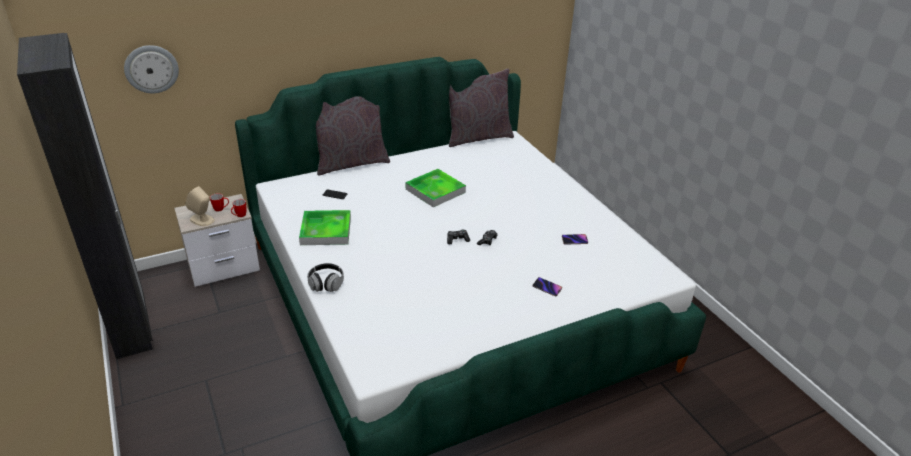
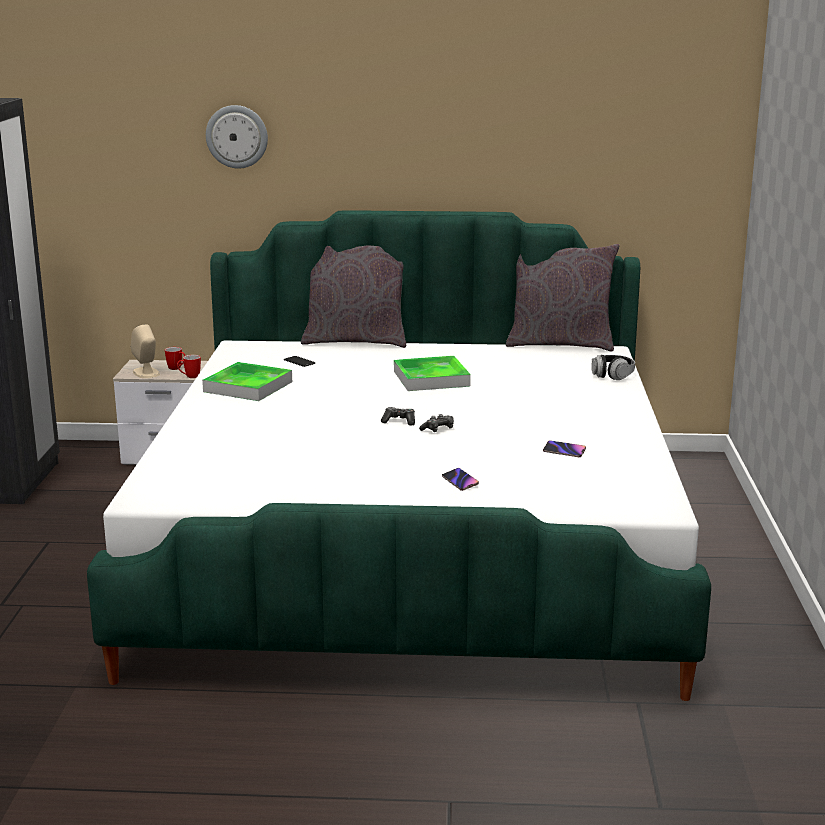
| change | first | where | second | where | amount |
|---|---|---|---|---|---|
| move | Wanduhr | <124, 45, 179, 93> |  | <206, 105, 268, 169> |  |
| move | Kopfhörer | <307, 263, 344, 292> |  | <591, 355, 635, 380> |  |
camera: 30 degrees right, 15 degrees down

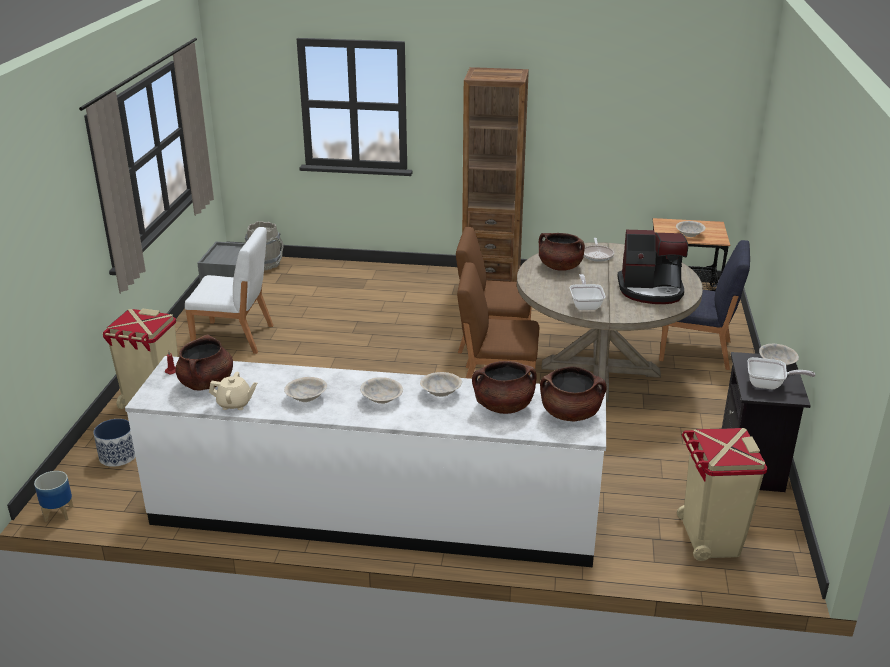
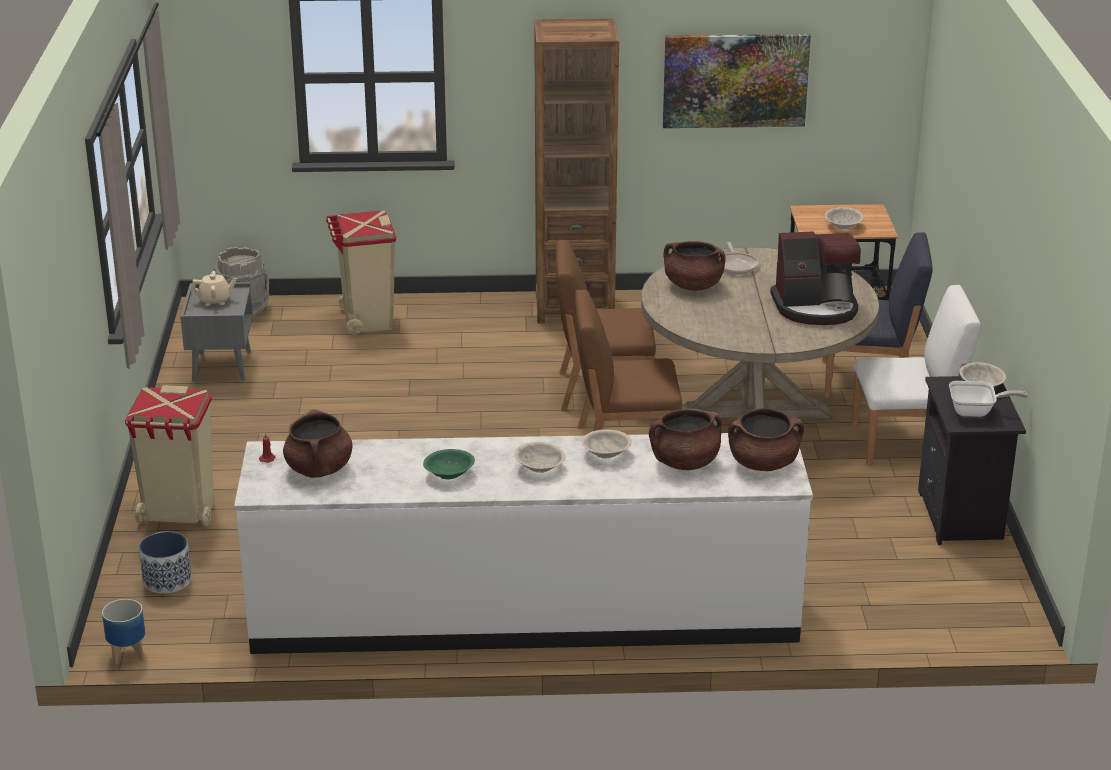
| change | first | where | second | where | amount |
|---|---|---|---|---|---|
| move | Stuhl/weiß | <185, 227, 273, 354> |  | <852, 285, 981, 466> |  |
| move | Teekanne/beige | <209, 372, 257, 410> |  | <191, 271, 237, 306> |  |
| recolor | Schüssel/beige | <284, 377, 327, 402> | Schüssel/grün | <423, 449, 475, 479> |  |
| delete | Pfanne | <570, 274, 606, 310> |  |  |  |
| move | Mülleimer/beige | <677, 428, 767, 561> |  | <326, 211, 396, 335> |  |
| insert |  |  | Bild | <663, 34, 811, 128> |  |
camera: 10 degrees left, 0 degrees up

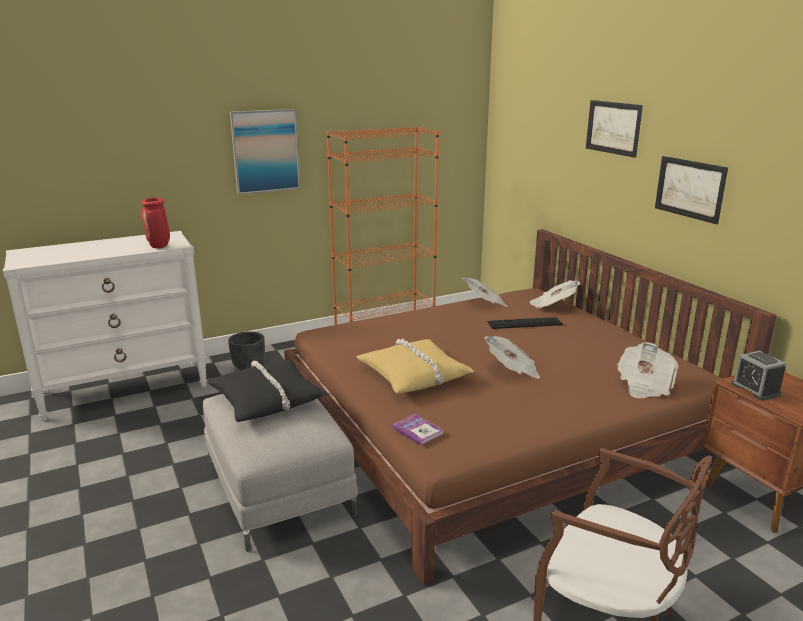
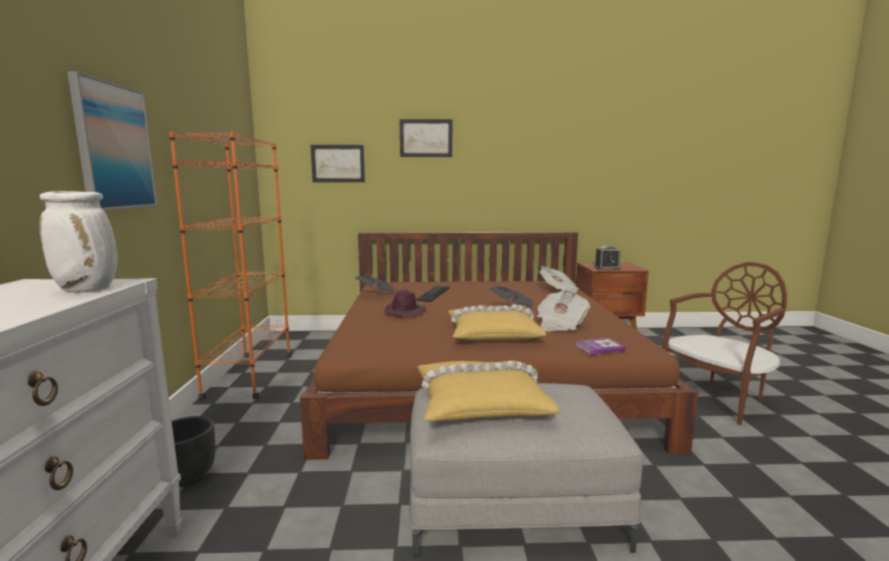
| change | first | where | second | where | amount |
|---|---|---|---|---|---|
| recolor | Vase/rot | <141, 198, 170, 248> | Vase/weiß | <39, 191, 118, 291> |  |
| recolor | Kissen/schwarz | <207, 360, 327, 422> | Kissen/gelb | <418, 360, 560, 421> |  |
| move | Zeitung | <529, 280, 580, 309> |  | <537, 290, 590, 332> |  |
| move | Bild | <655, 156, 728, 224> |  | <311, 145, 365, 182> |  |
| insert |  |  | Hut/lila | <383, 290, 426, 316> |  |
camera: 65 degrees left, 10 degrees down

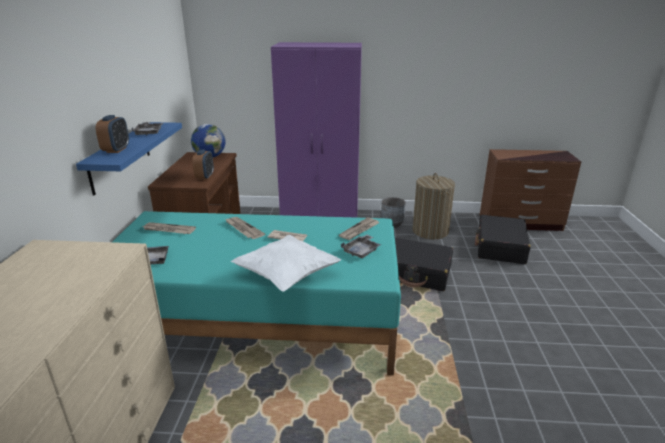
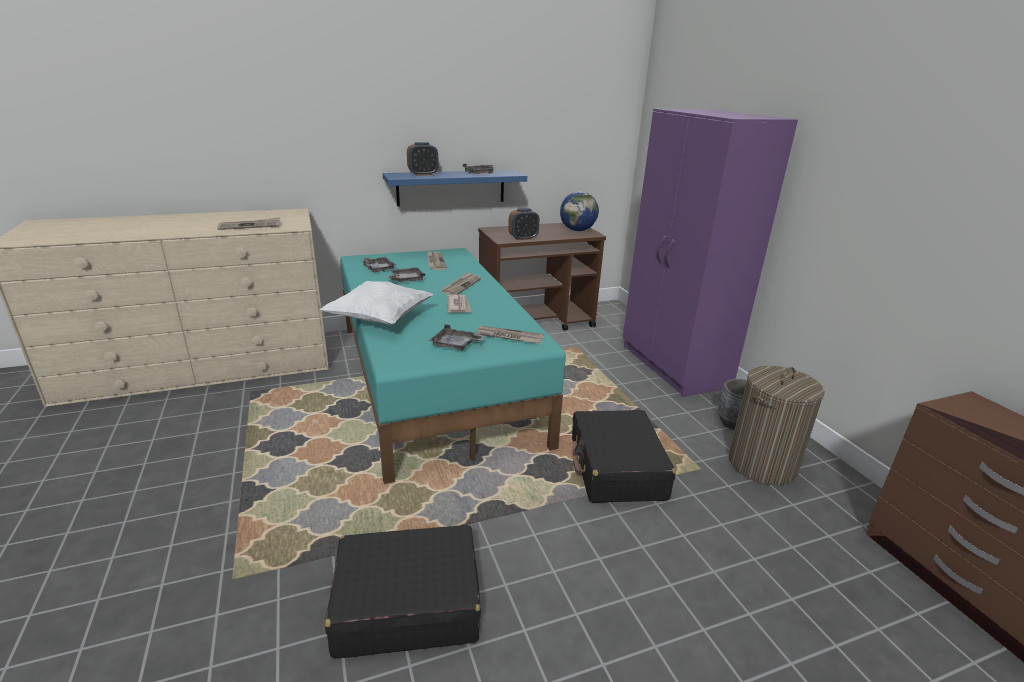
| change | first | where | second | where | amount |
|---|---|---|---|---|---|
| move | Koffer/schwarz | <475, 215, 531, 264> |  | <325, 525, 481, 659> |  |
| insert |  |  | Zeitung | <217, 217, 280, 230> |  |
| insert |  |  | Tablett/grau | <386, 267, 425, 282> |  |
camera: 65 degrees right, 0 degrees up

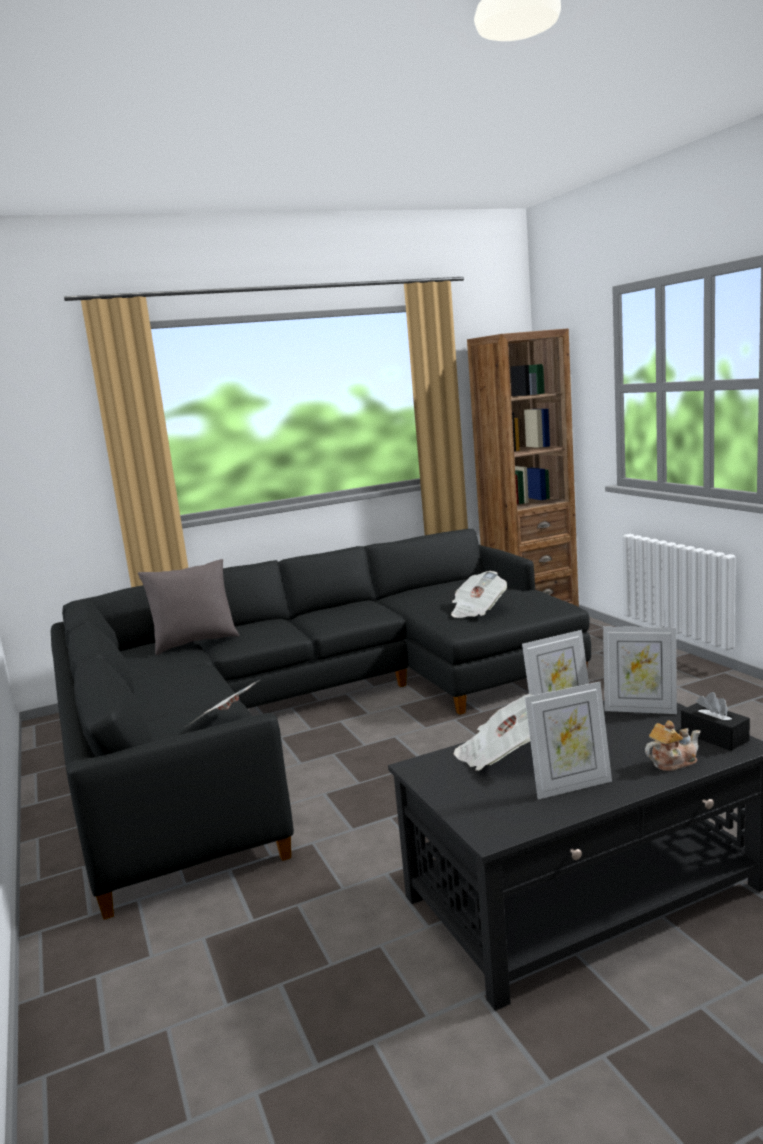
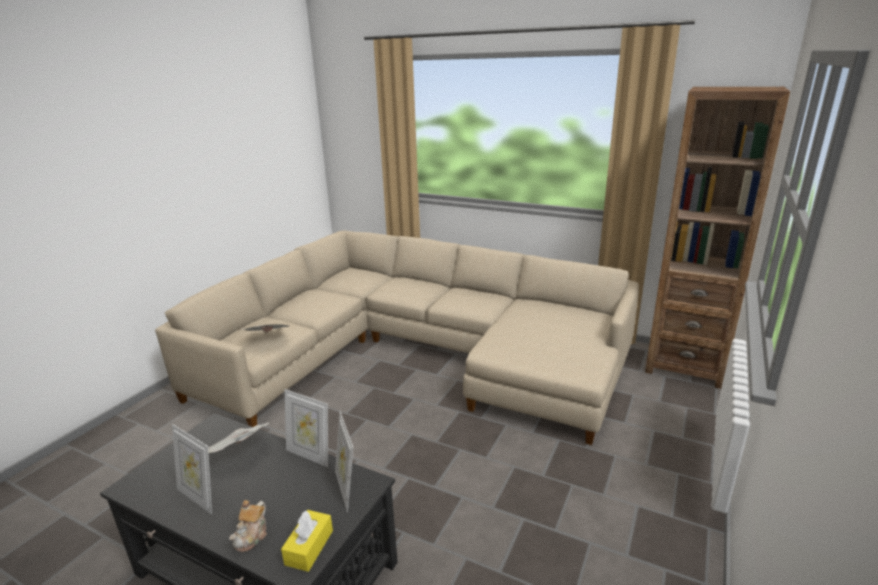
| change | first | where | second | where | amount |
|---|---|---|---|---|---|
| recolor | Sofa/schwarz | <51, 529, 591, 920> | Sofa/beige | <155, 230, 639, 445> |  |
| delete | Kissen/grau | <138, 559, 240, 655> |  |  |  |
| delete | Zeitung | <451, 571, 507, 618> |  |  |  |
| rotate | Teekanne | <645, 721, 700, 771> |  | <229, 500, 267, 552> | 75 degrees clockwise |
| recolor | Taschentuchbox/schwarz | <681, 692, 750, 751> | Taschentuchbox/gelb | <281, 510, 333, 572> |  |
camera: 50 degrees right, 10 degrees up

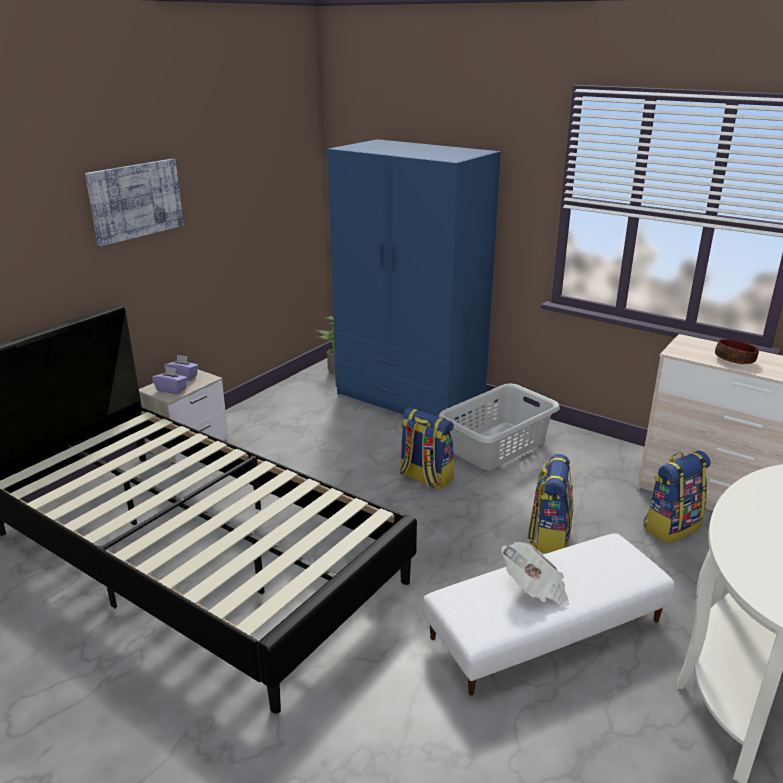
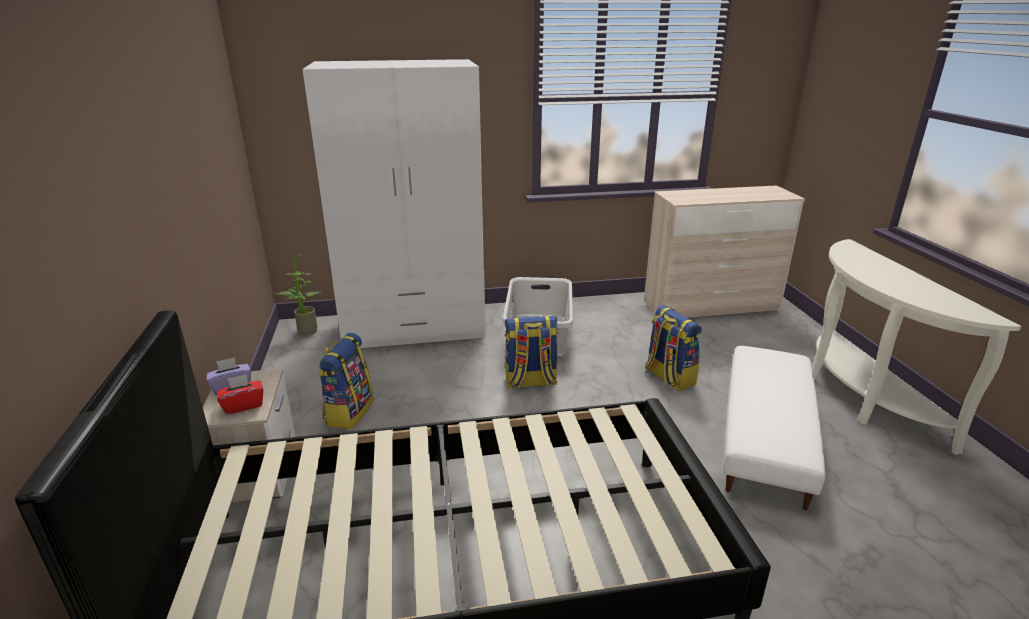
| change | first | where | second | where | amount |
|---|---|---|---|---|---|
| delete | Bild | <85, 159, 184, 246> |  |  |  |
| recolor | Taschentuchbox/lila | <152, 367, 188, 394> | Taschentuchbox/rot | <217, 374, 263, 414> |  |
| recolor | Kleiderschrank/blau | <327, 139, 501, 422> | Kleiderschrank/weiß | <303, 59, 486, 348> |  |
| delete | Zeitung | <501, 542, 569, 606> |  |  |  |
| move | Rucksack | <643, 451, 711, 544> |  | <318, 333, 374, 429> |  |
| delete | Schüssel | <715, 339, 759, 364> |  |  |  |
camera: 45 degrees left, 0 degrees up

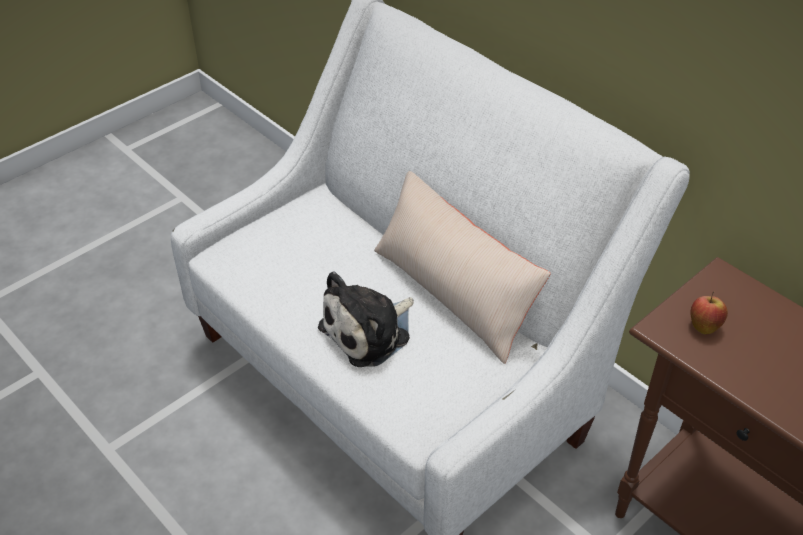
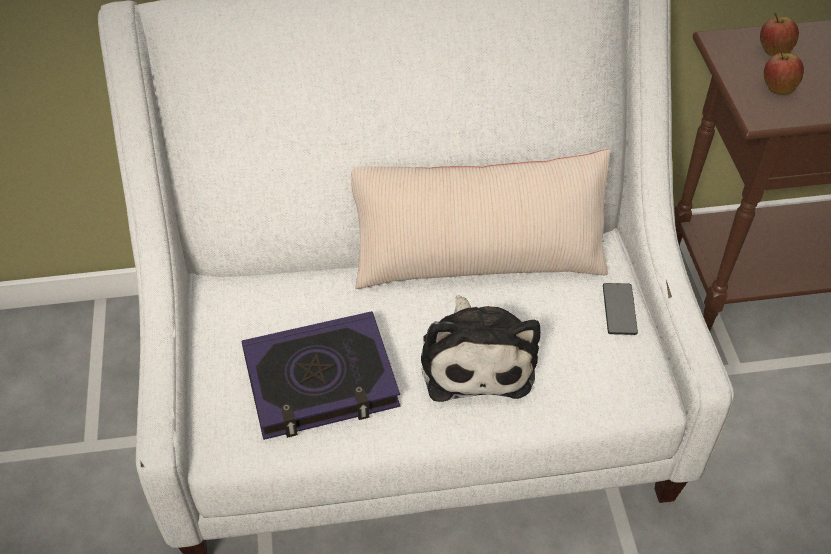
| change | first | where | second | where | amount |
|---|---|---|---|---|---|
| insert |  |  | Buch | <242, 311, 400, 440> |  |
| insert |  |  | Handy | <603, 283, 638, 335> |  |
| insert |  |  | Apfel | <760, 13, 799, 56> |  |
camera: 55 degrees left, 5 degrees up

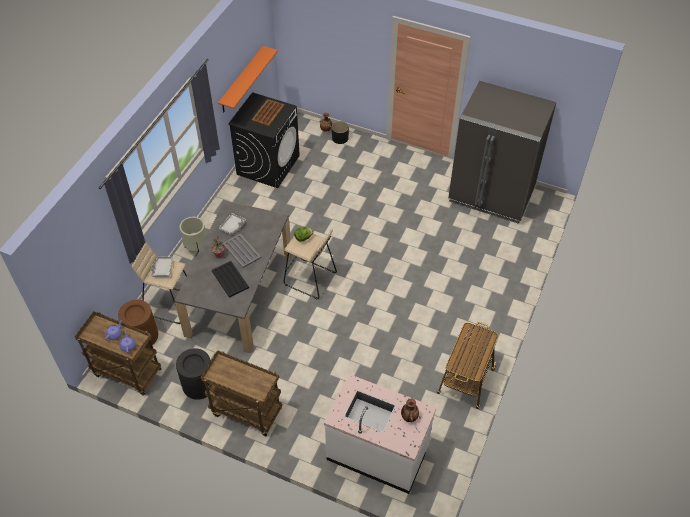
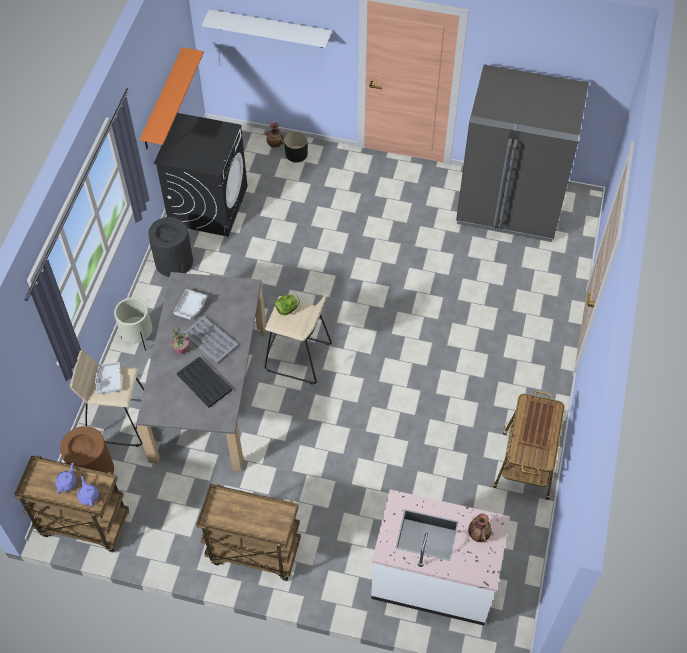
| change | first | where | second | where | amount |
|---|---|---|---|---|---|
| move | Mülleimer/schwarz | <176, 348, 211, 400> |  | <148, 217, 193, 277> |  |
| move | Tablett/braun | <252, 99, 285, 127> |  | <519, 398, 557, 451> |  |
| insert |  |  | Wandregal/weiß | <202, 9, 331, 48> |  |
camera: 10 degrees left, 5 degrees up

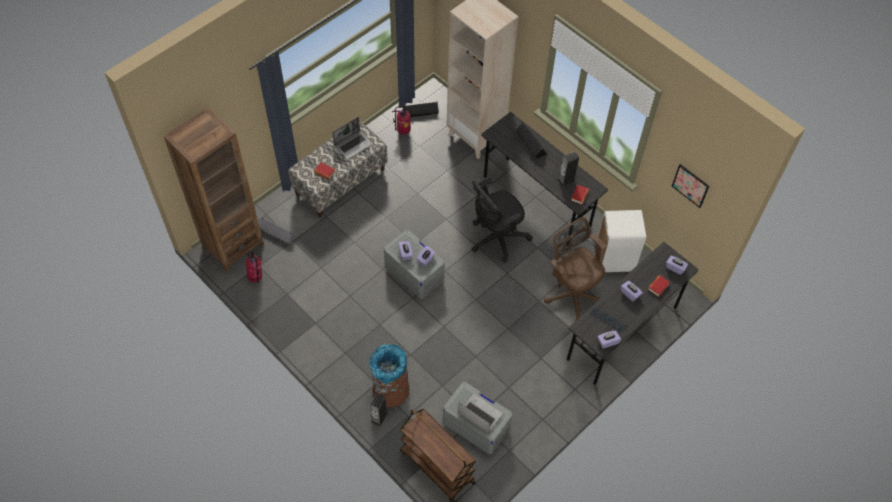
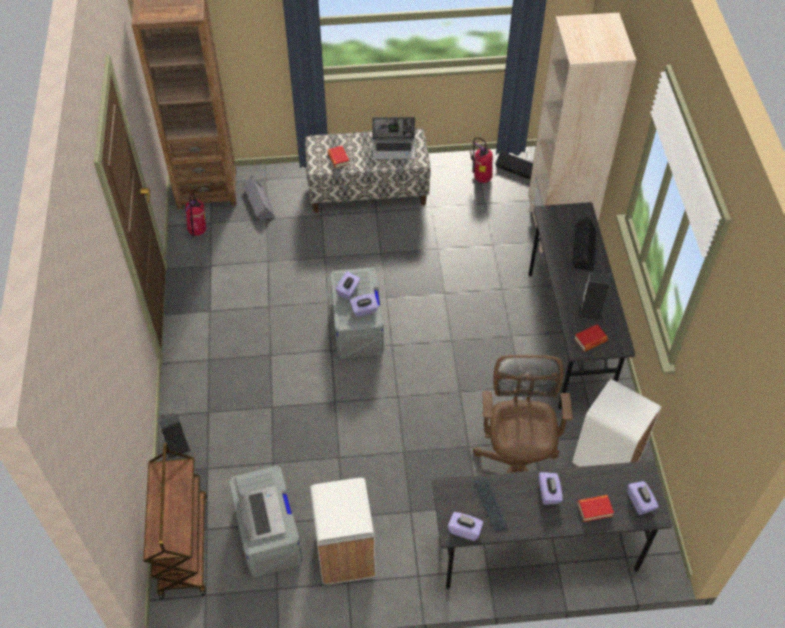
| change | first | where | second | where | amount |
|---|---|---|---|---|---|
| delete | Mülleimer/braun | <370, 344, 409, 407> |  |  |  |
| delete | Bürostuhl/schwarz | <472, 178, 533, 262> |  |  |  |
| delete | Bild | <672, 164, 709, 208> |  |  |  |
| insert |  |  | Mülleimer/weiß | <310, 478, 376, 585> |  |
camera: 40 degrees right, 5 degrees down

